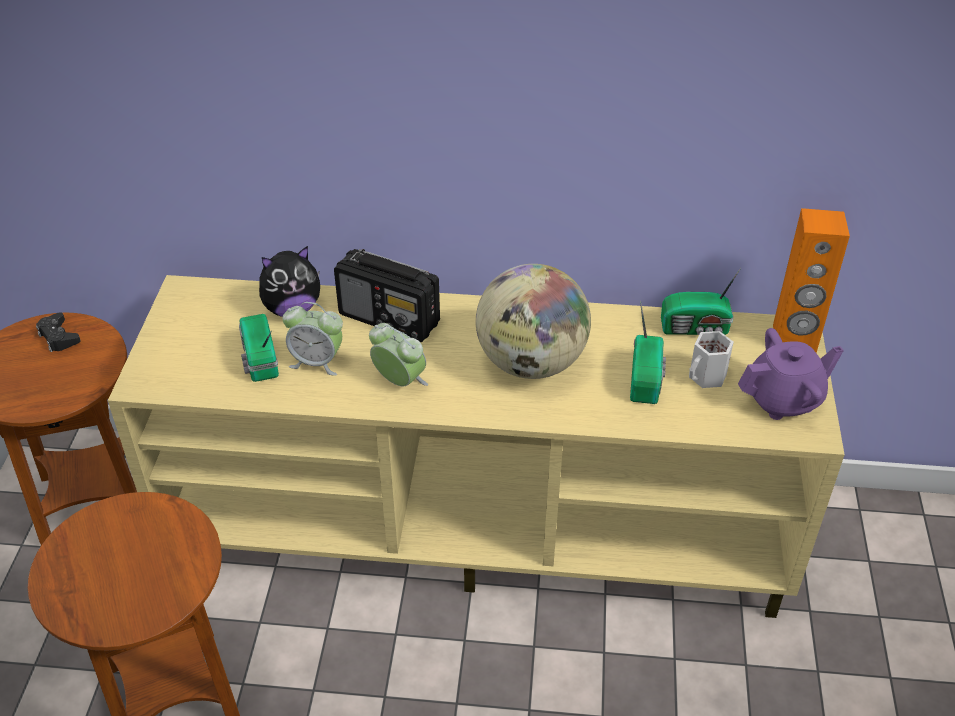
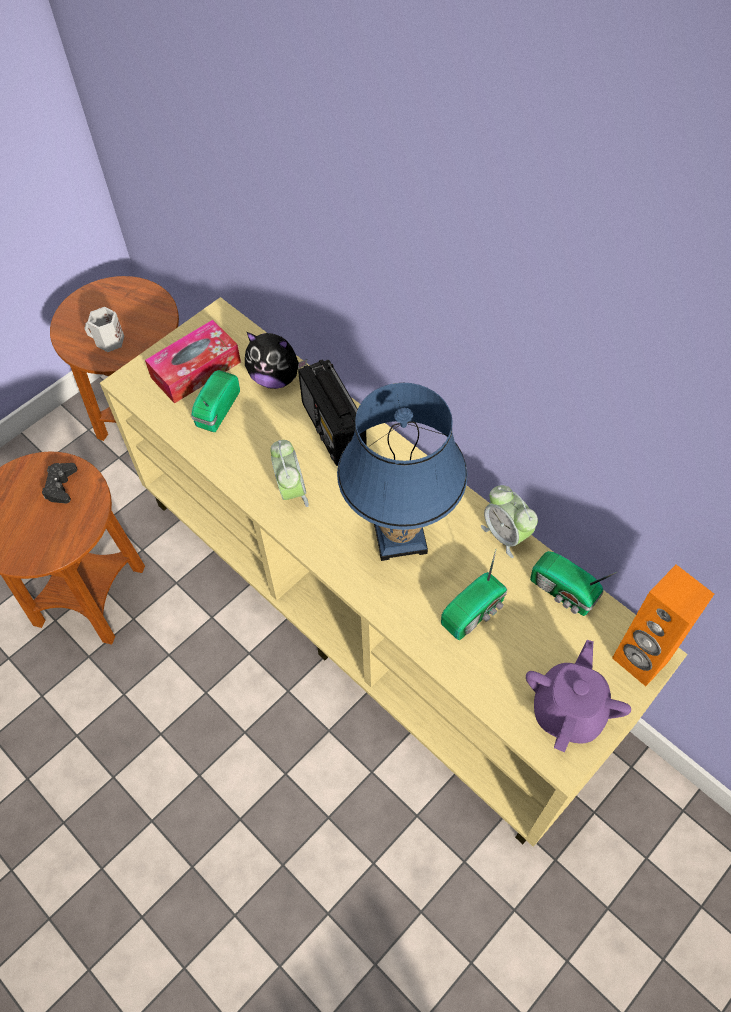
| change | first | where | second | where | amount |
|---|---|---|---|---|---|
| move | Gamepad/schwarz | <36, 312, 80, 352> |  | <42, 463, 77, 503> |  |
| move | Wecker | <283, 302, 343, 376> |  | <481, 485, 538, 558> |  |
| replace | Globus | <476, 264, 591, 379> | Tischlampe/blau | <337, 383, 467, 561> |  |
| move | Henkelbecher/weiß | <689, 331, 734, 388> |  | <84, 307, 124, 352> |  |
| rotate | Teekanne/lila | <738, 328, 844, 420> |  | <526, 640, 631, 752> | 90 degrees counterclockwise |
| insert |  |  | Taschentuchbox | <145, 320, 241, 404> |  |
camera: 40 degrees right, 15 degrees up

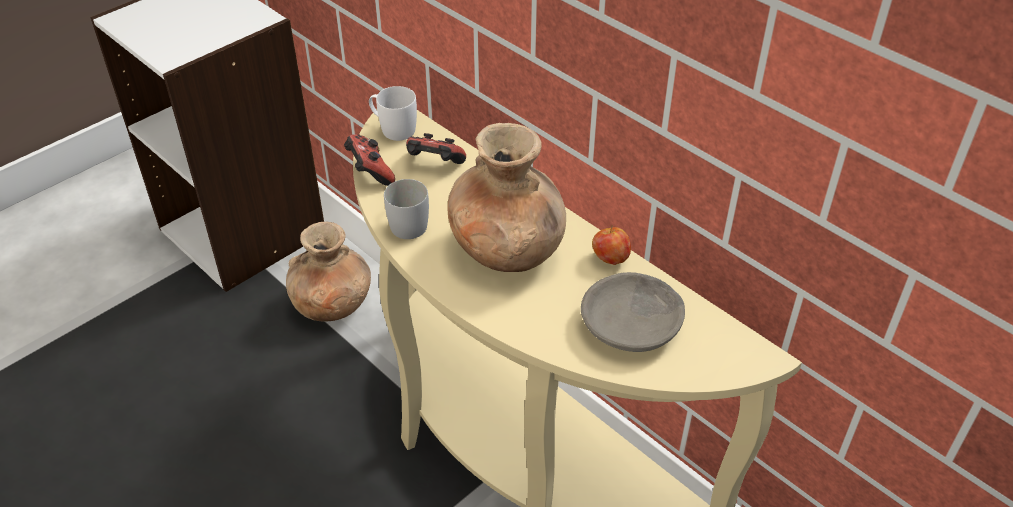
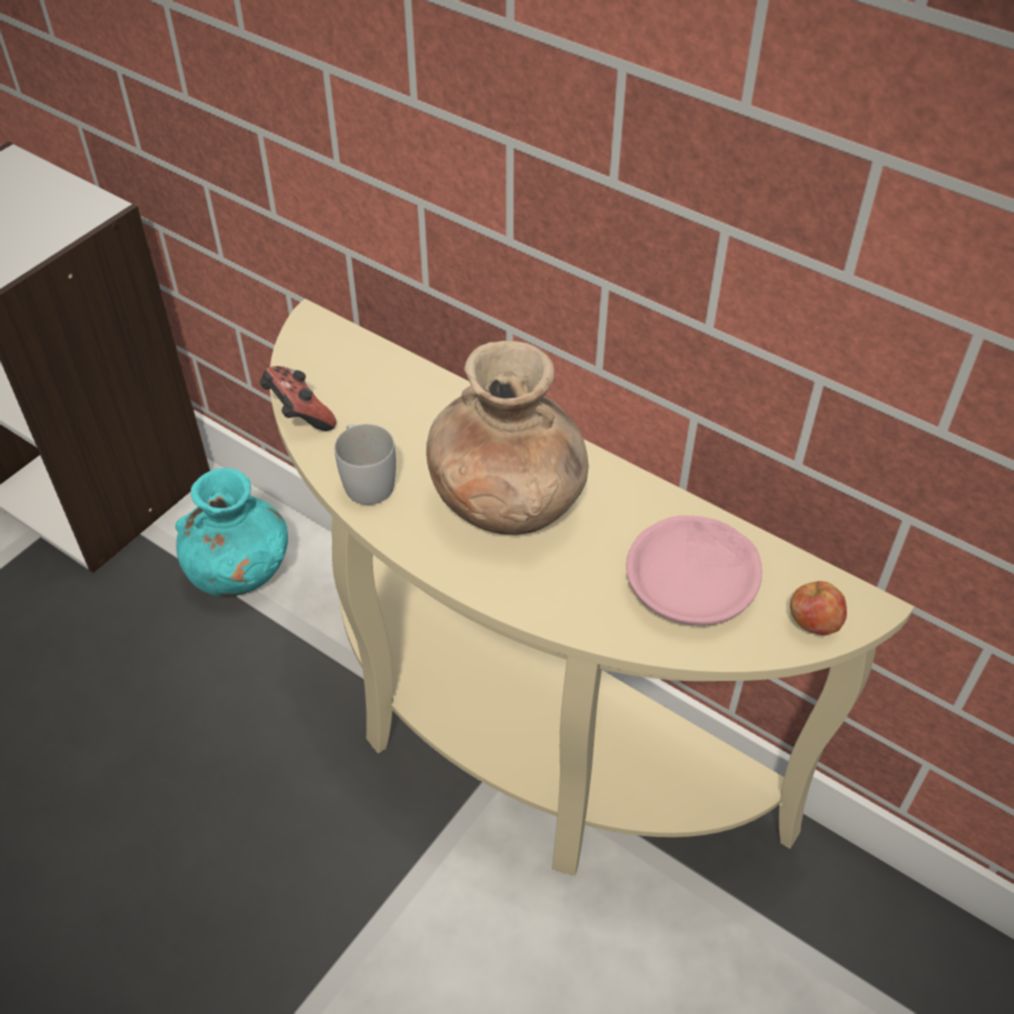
| change | first | where | second | where | amount |
|---|---|---|---|---|---|
| recolor | Vase/braun | <286, 222, 371, 322> | Vase/türkis | <175, 468, 288, 597> |  |
| delete | Henkelbecher/weiß | <369, 86, 417, 141> |  |  |  |
| delete | Gamepad | <406, 133, 466, 164> |  |  |  |
| recolor | Schüssel/grau | <581, 272, 685, 352> | Schüssel/rosa | <626, 515, 762, 625> |  |
| move | Apfel | <592, 225, 631, 265> |  | <790, 581, 847, 636> |  |
camera: 10 degrees left, 5 degrees up

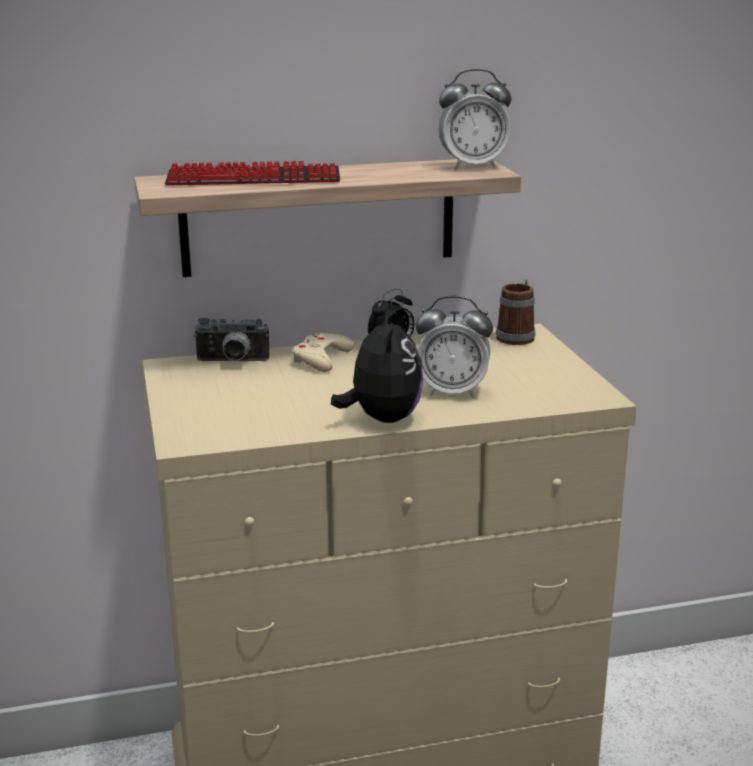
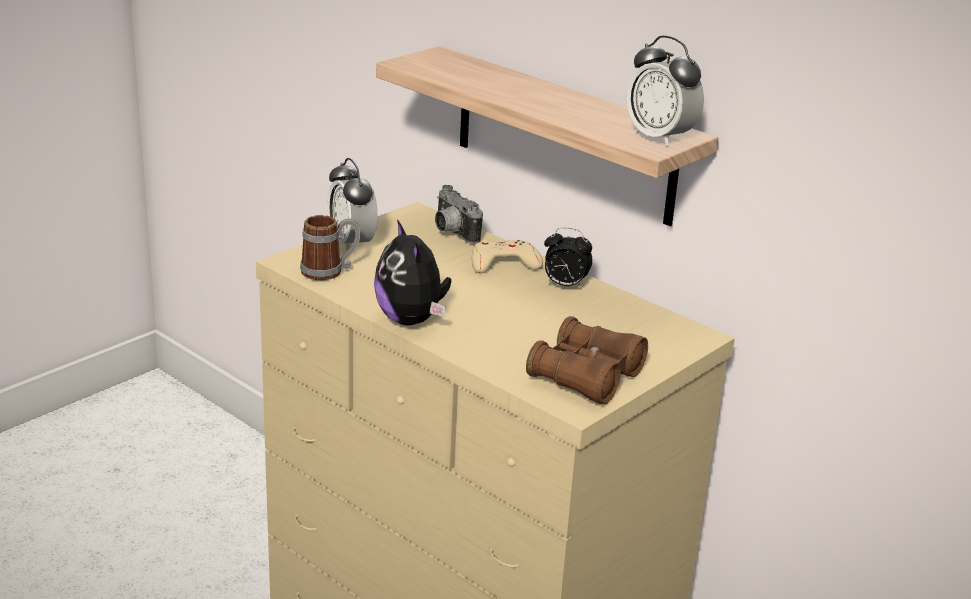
| change | first | where | second | where | amount |
|---|---|---|---|---|---|
| delete | Tastatur | <165, 161, 340, 185> |  |  |  |
| rotate | Plüschtier | <331, 308, 424, 423> |  | <374, 219, 452, 325> | 105 degrees clockwise |
| move | Wecker | <415, 296, 493, 398> |  | <327, 158, 377, 250> |  |
| move | Henkelbecher | <496, 279, 535, 345> |  | <300, 215, 360, 280> |  |
| insert |  |  | Fernglas/braun | <526, 316, 648, 405> |  |
camera: 55 degrees right, 5 degrees up

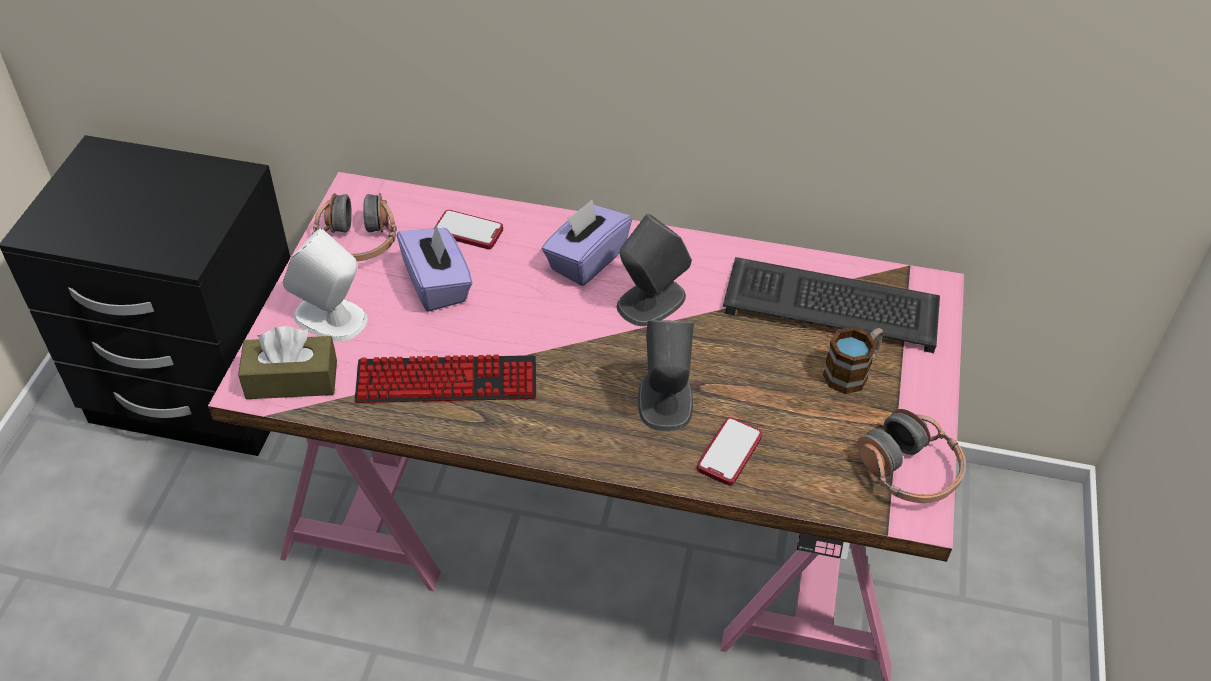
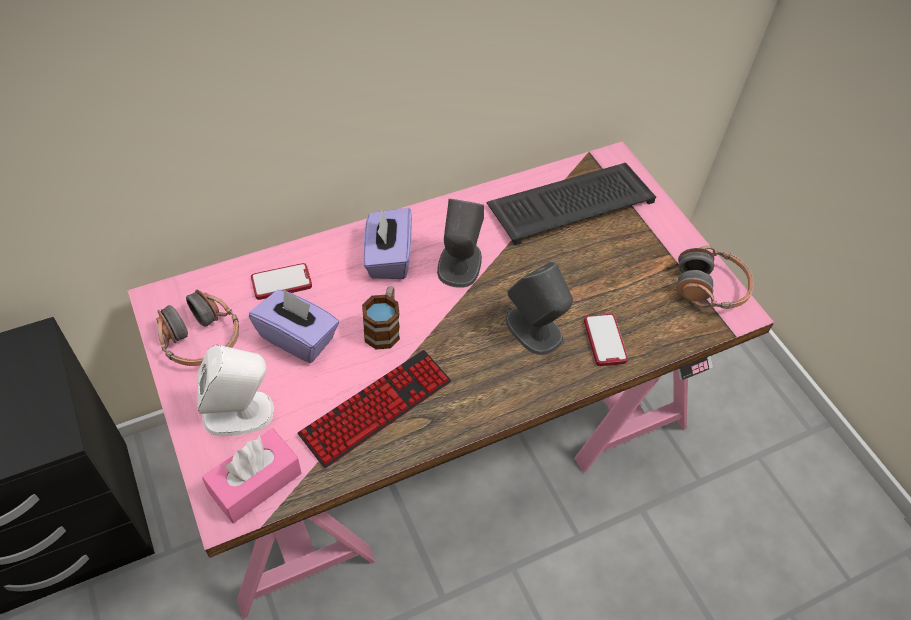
| change | first | where | second | where | amount |
|---|---|---|---|---|---|
| recolor | Taschentuchbox/braun | <238, 326, 337, 399> | Taschentuchbox/rosa | <202, 429, 301, 523> |  |
| move | Henkelbecher | <823, 327, 884, 394> |  | <362, 286, 400, 349> |  |
camera: 40 degrees left, 5 degrees up

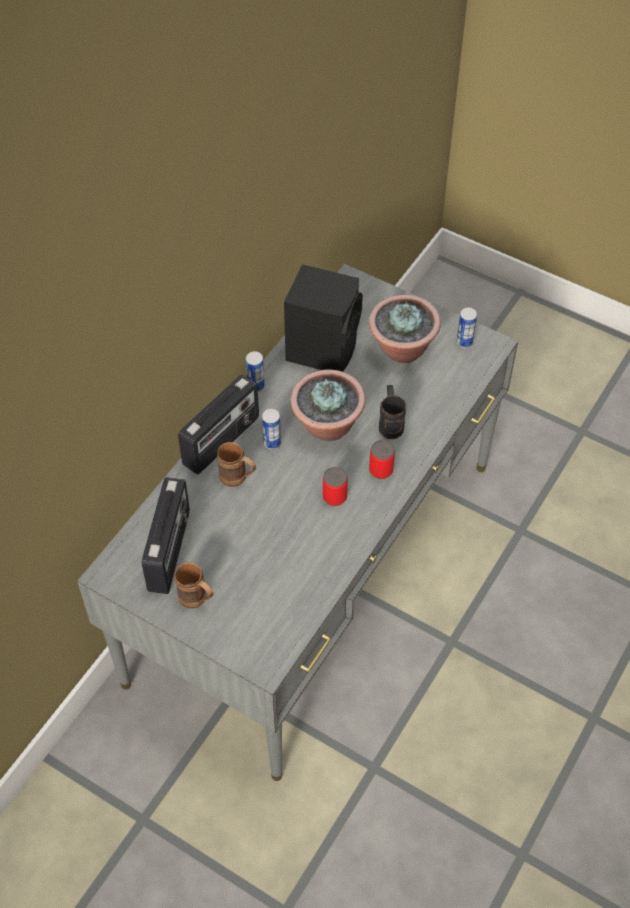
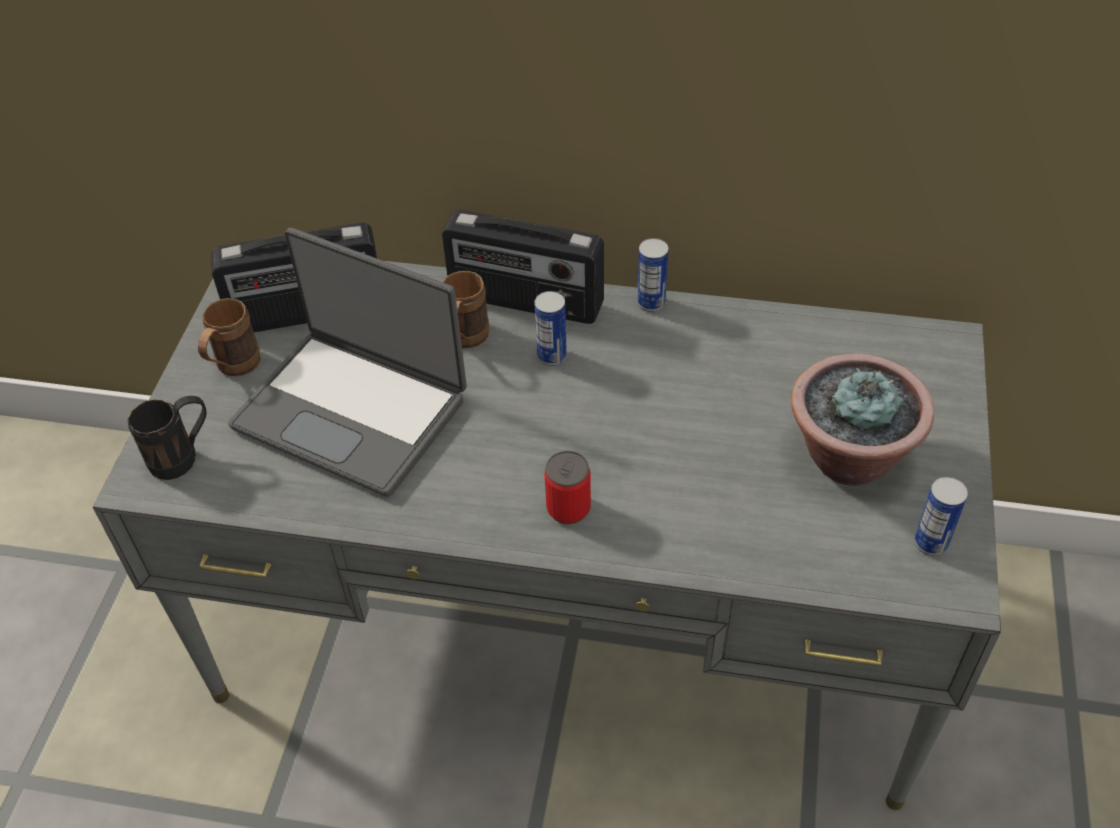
| change | first | where | second | where | amount |
|---|---|---|---|---|---|
| delete | Lautsprecher/schwarz | <284, 264, 363, 372> |  |  |  |
| delete | Topfpflanze | <291, 369, 366, 441> |  |  |  |
| delete | Dose | <323, 467, 348, 506> |  |  |  |
| move | Henkelbecher/schwarz | <379, 385, 406, 439> |  | <128, 396, 207, 480> |  |
| insert |  |  | Laptop | <228, 228, 467, 497> |  |
camera: 70 degrees right, 5 degrees down

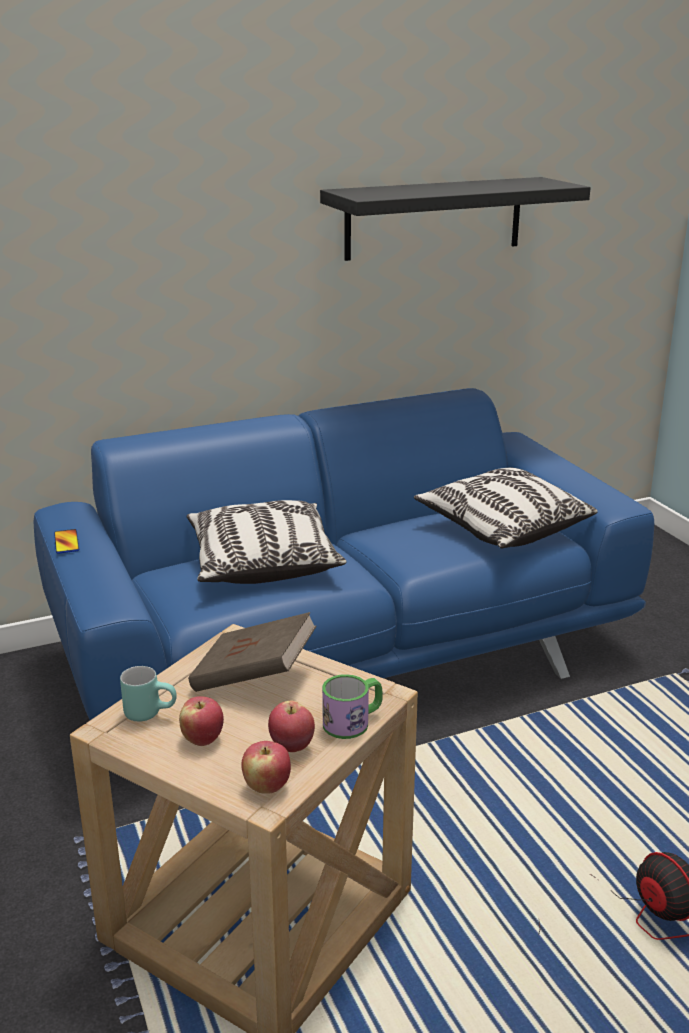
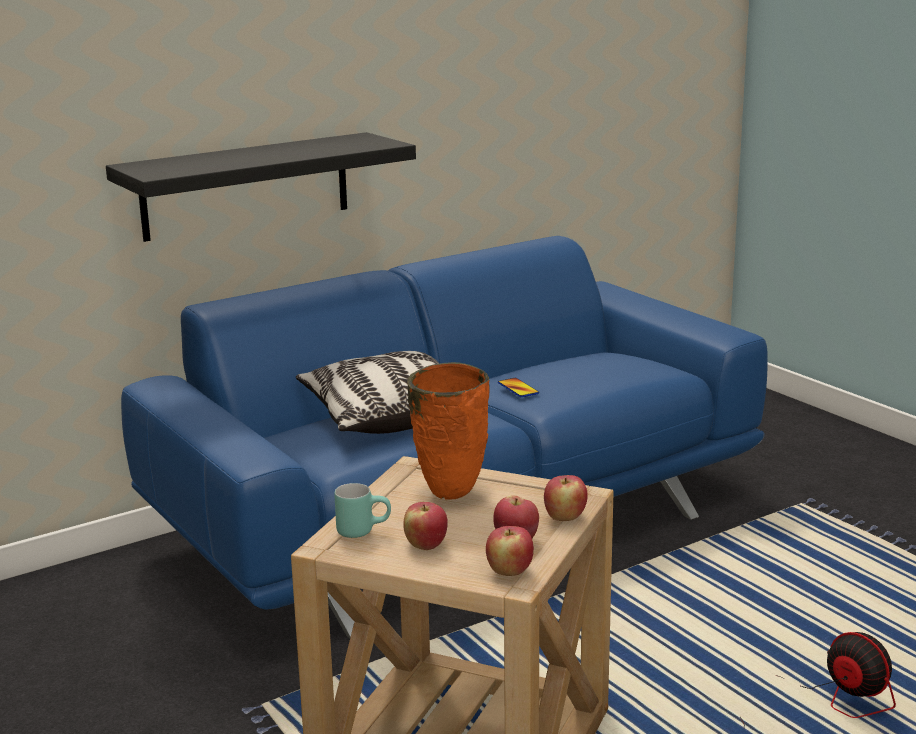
| change | first | where | second | where | amount |
|---|---|---|---|---|---|
| move | Handy | <54, 529, 79, 554> |  | <498, 378, 539, 397> |  |
| replace | Buch/braun | <188, 612, 317, 692> | Vase/orange | <407, 362, 489, 500> |  |
| move | Wandregal/schwarz | <320, 177, 591, 261> |  | <106, 132, 416, 242> |  |
| replace | Henkelbecher | <322, 674, 383, 739> | Apfel | <544, 475, 588, 521> |  |
| delete | Kissen | <414, 468, 598, 548> |  |  |  |
camera: 10 degrees left, 5 degrees down

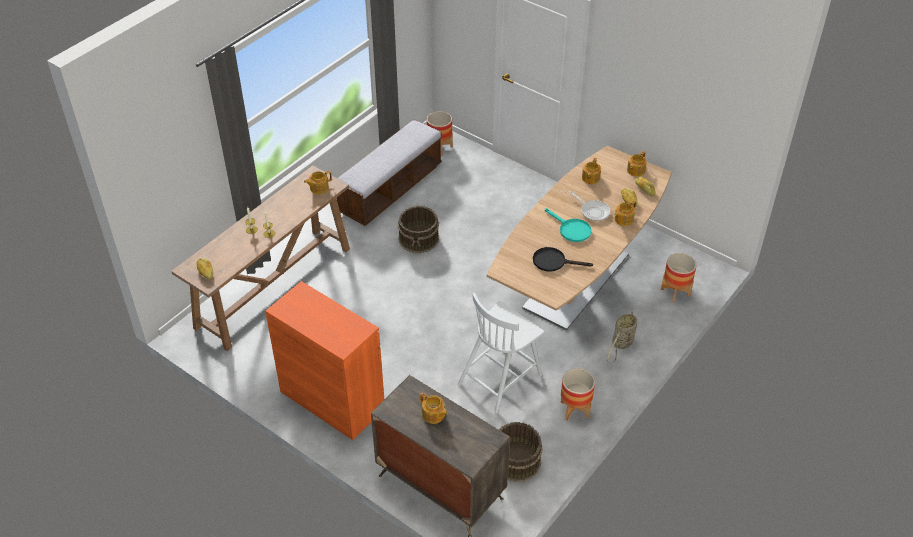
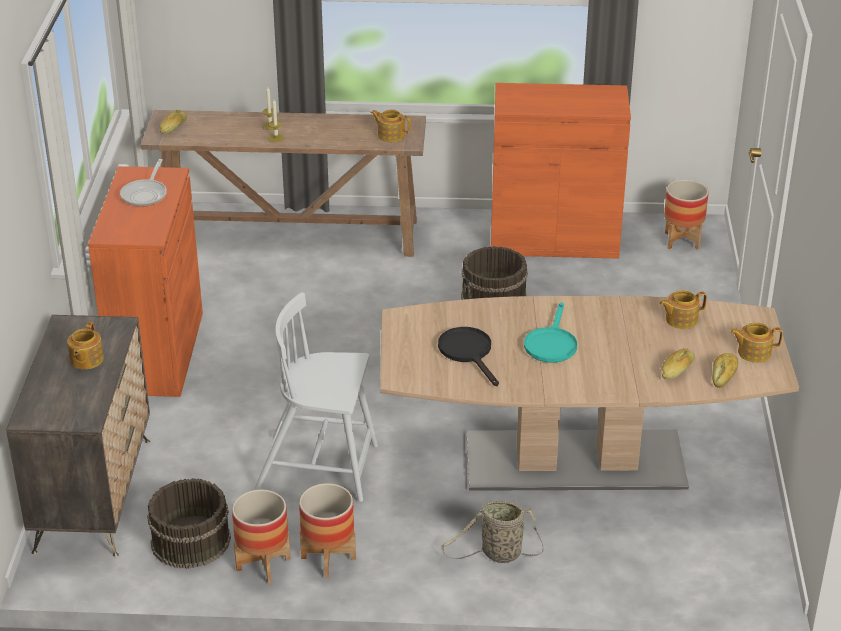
| change | first | where | second | where | amount |
|---|---|---|---|---|---|
| replace | Bank | <337, 119, 442, 226> | Schrank/orange | <491, 83, 631, 259> |  |
| move | Pfanne | <568, 191, 610, 221> |  | <120, 159, 167, 207> |  |
| delete | Teekanne | <614, 200, 636, 226> |  |  |  |
| move | Pflanzkübel | <661, 253, 697, 303> |  | <232, 490, 291, 584> |  |
camera: 55 degrees right, 10 degrees down

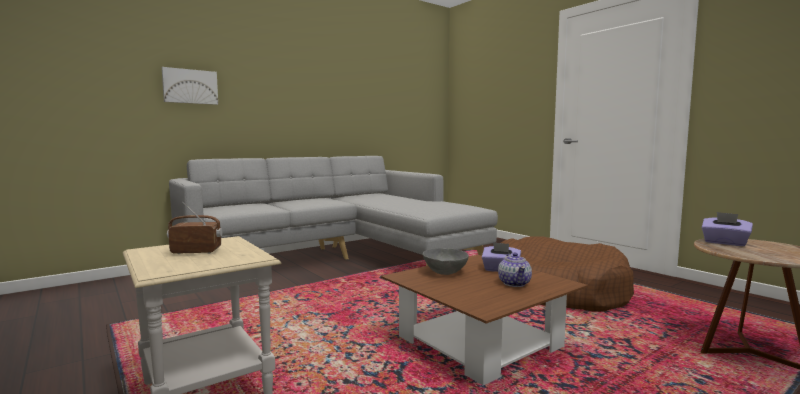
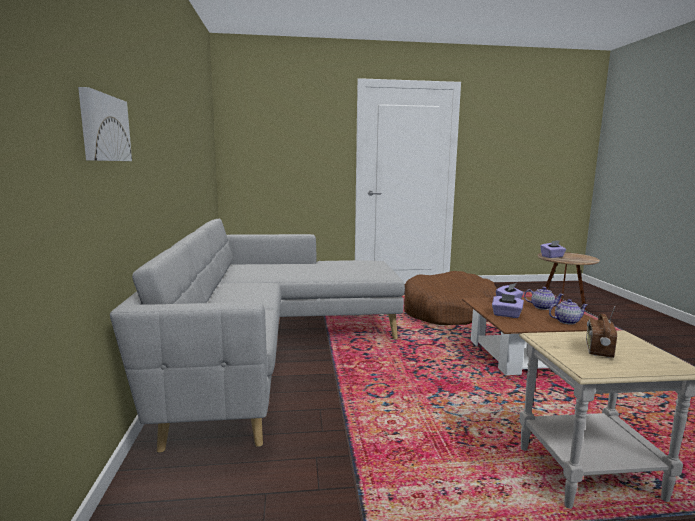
| change | first | where | second | where | amount |
|---|---|---|---|---|---|
| replace | Schüssel/grau | <423, 248, 469, 275> | Taschentuchbox/lila | <492, 294, 524, 318> |  |
| insert |  |  | Teekanne | <549, 299, 588, 324> |  |
camera: 60 degrees left, 5 degrees up

